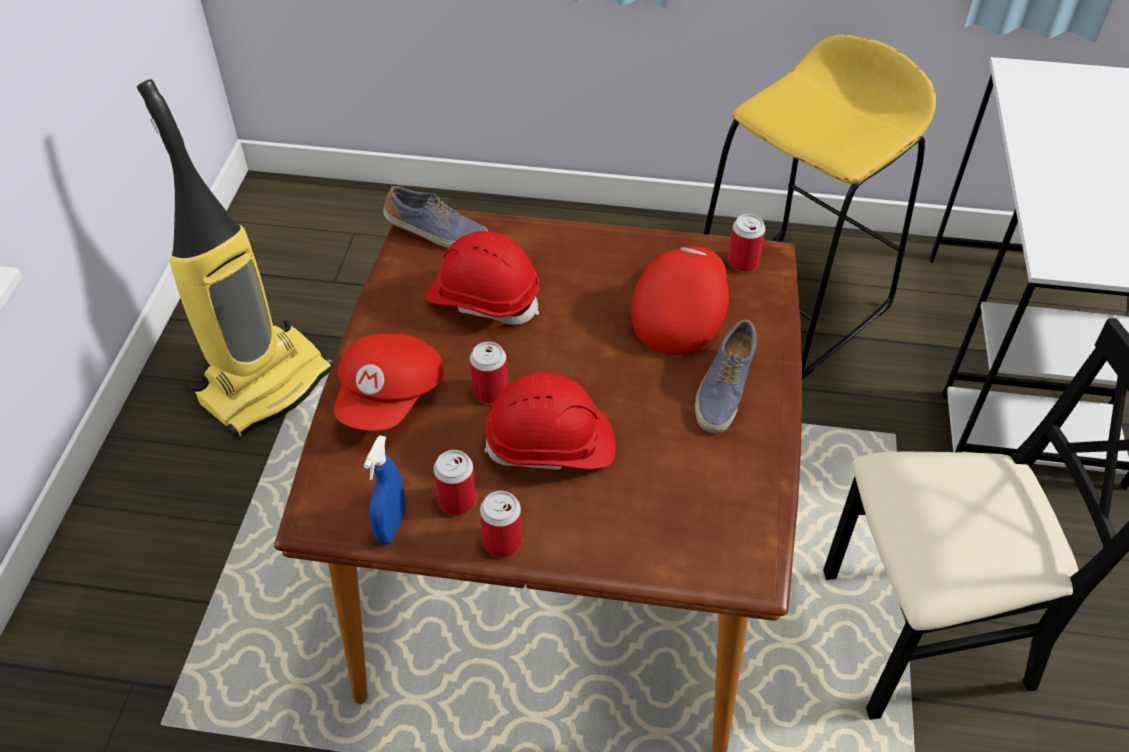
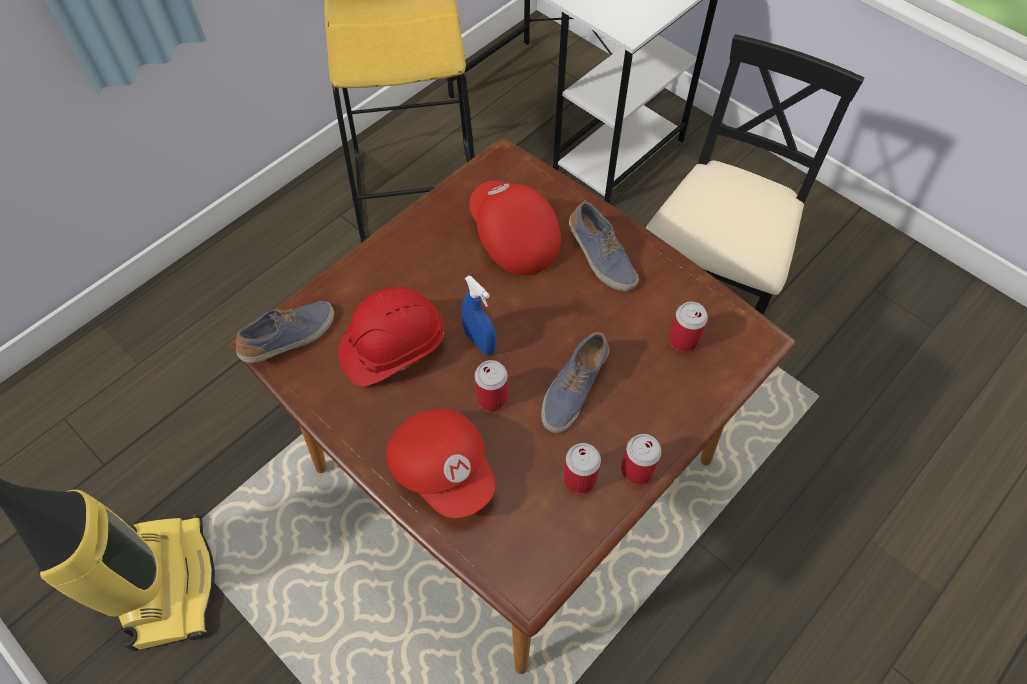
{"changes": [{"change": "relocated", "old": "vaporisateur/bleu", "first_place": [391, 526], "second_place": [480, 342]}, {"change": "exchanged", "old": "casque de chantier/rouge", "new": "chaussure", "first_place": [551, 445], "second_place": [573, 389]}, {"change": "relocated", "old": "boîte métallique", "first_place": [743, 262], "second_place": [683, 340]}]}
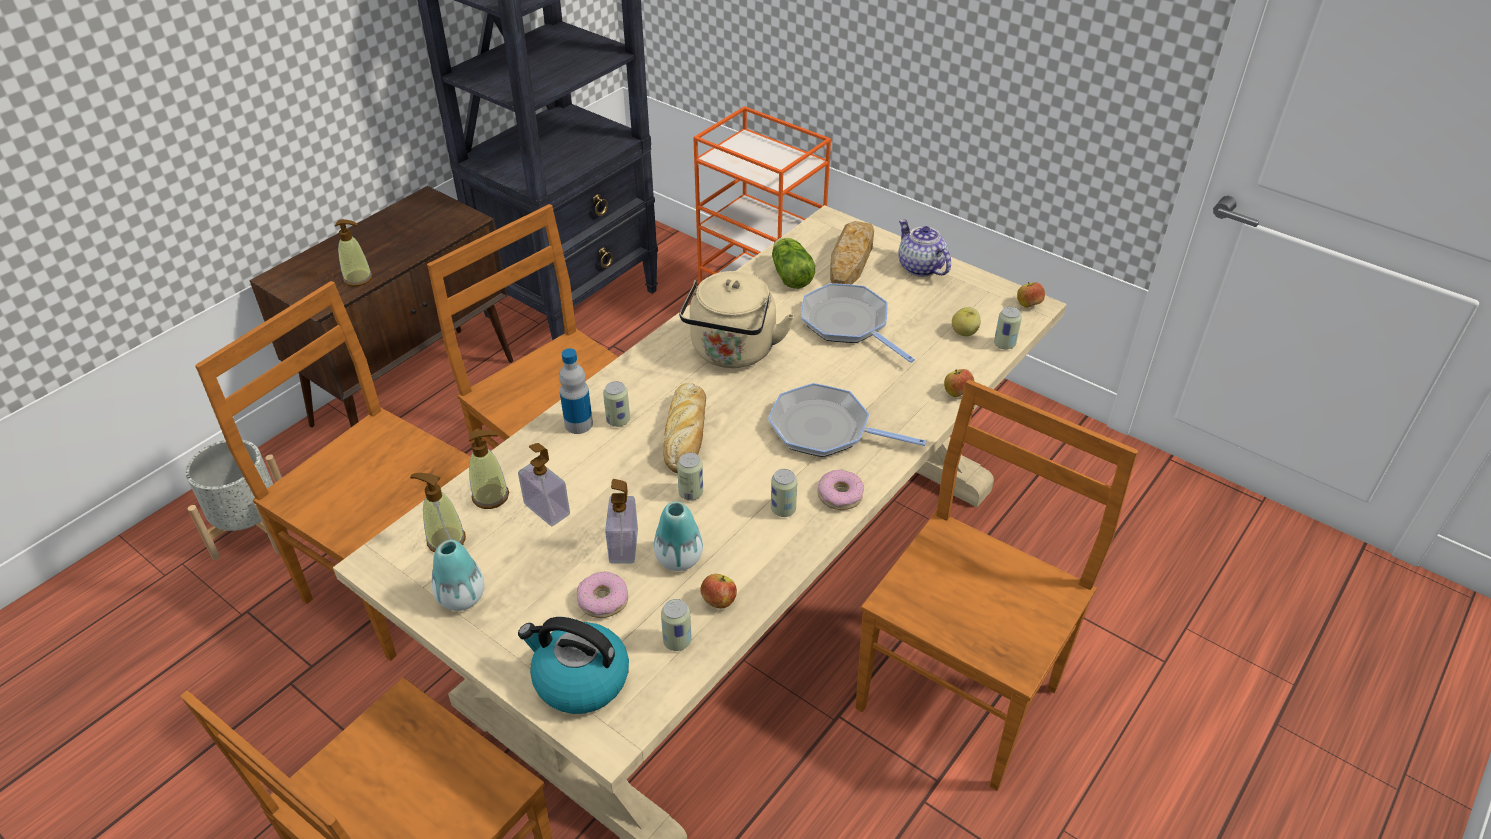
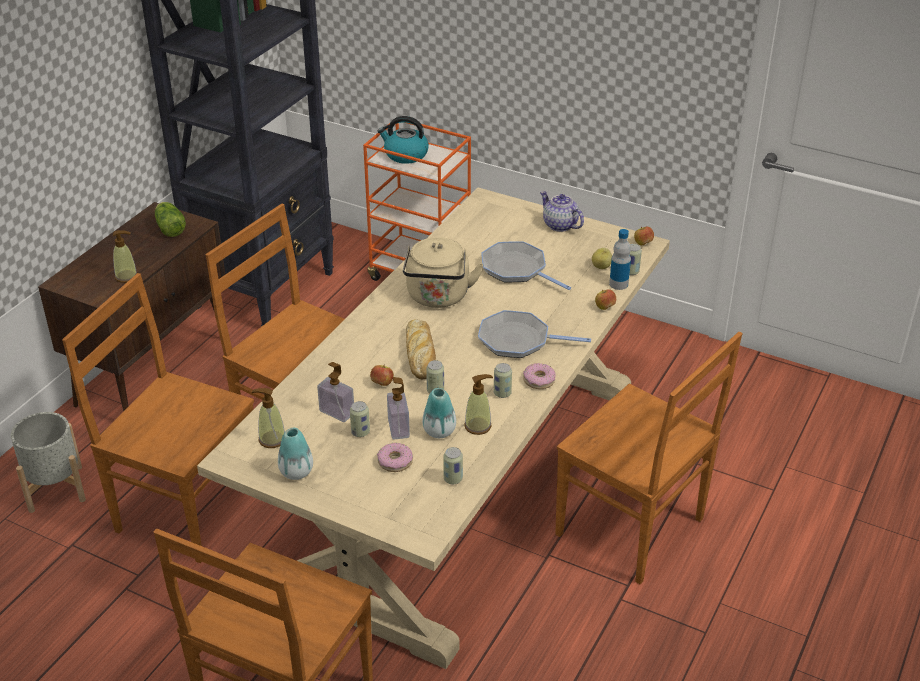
{"changes": [{"change": "relocated", "old": "laitue", "first_place": [790, 274], "second_place": [170, 227]}, {"change": "relocated", "old": "boîte métallique", "first_place": [618, 420], "second_place": [360, 432]}, {"change": "relocated", "old": "pomme", "first_place": [718, 601], "second_place": [382, 383]}, {"change": "relocated", "old": "bouilloire", "first_place": [579, 679], "second_place": [405, 155]}, {"change": "relocated", "old": "distributeur de savon", "first_place": [491, 496], "second_place": [478, 426]}, {"change": "spun", "old": "chaise/marron", "first_place": [960, 694], "second_place": [633, 529], "degrees": 105}, {"change": "relocated", "old": "bouteille", "first_place": [578, 424], "second_place": [618, 284]}, {"change": "missing", "old": "pain", "first_place": [851, 260]}]}
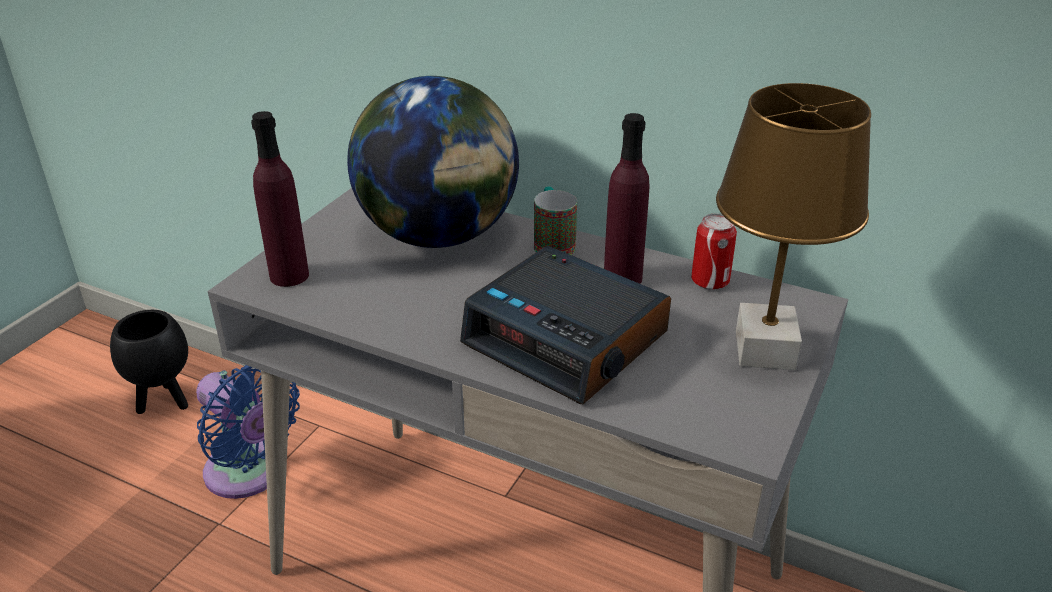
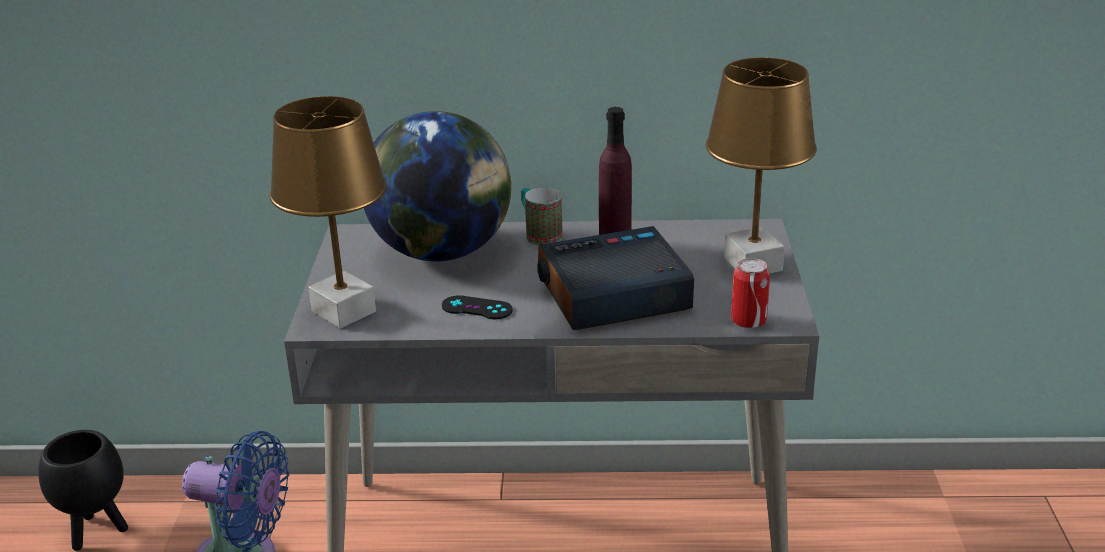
{"changes": [{"change": "exchanged", "old": "bouteille/violet", "new": "lampe de table/marron", "first_place": [289, 275], "second_place": [345, 311]}, {"change": "appeared", "new": "manette/noir", "second_place": [477, 308]}, {"change": "spun", "old": "réveil", "first_place": [568, 339], "second_place": [612, 294], "degrees": 150}, {"change": "relocated", "old": "boîte métallique", "first_place": [710, 281], "second_place": [748, 321]}]}
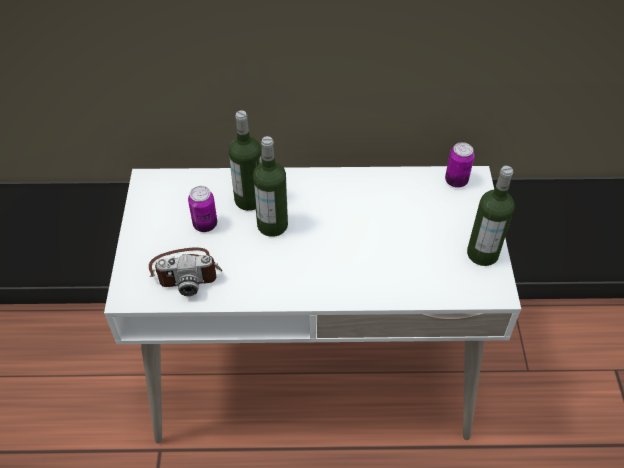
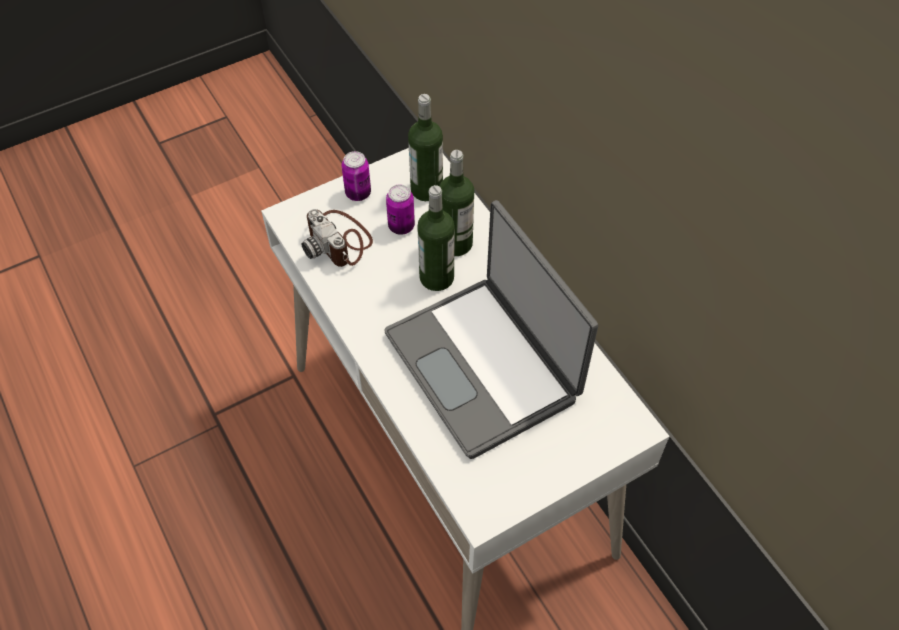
{"changes": [{"change": "relocated", "old": "boîte métallique", "first_place": [456, 181], "second_place": [358, 193]}, {"change": "appeared", "new": "ordinateur portable", "second_place": [484, 365]}, {"change": "relocated", "old": "bouteille", "first_place": [482, 254], "second_place": [426, 189]}]}
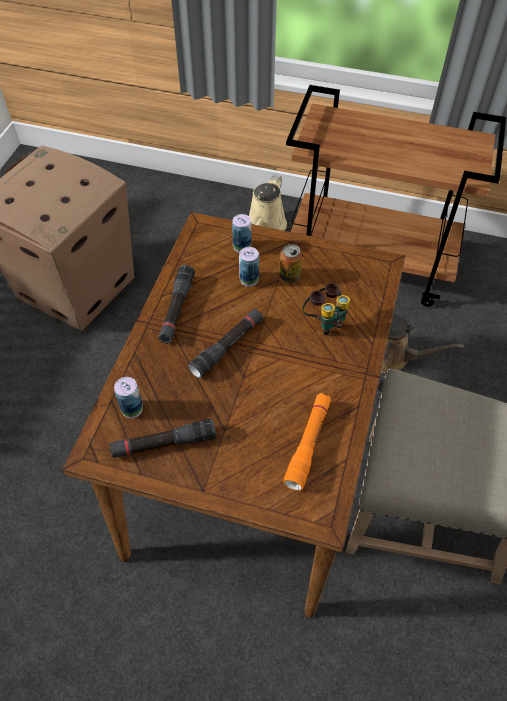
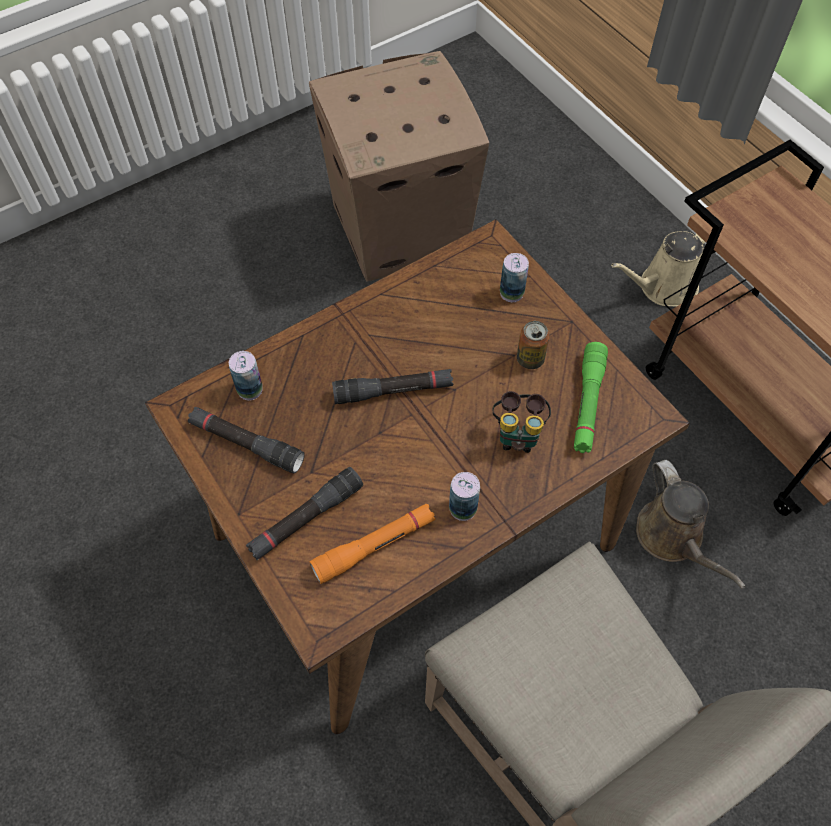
{"changes": [{"change": "relocated", "old": "lampe de poche/noir", "first_place": [177, 309], "second_place": [306, 519]}, {"change": "relocated", "old": "boîte métallique", "first_place": [249, 279], "second_place": [463, 508]}, {"change": "appeared", "new": "lampe de poche/vert", "second_place": [587, 403]}]}
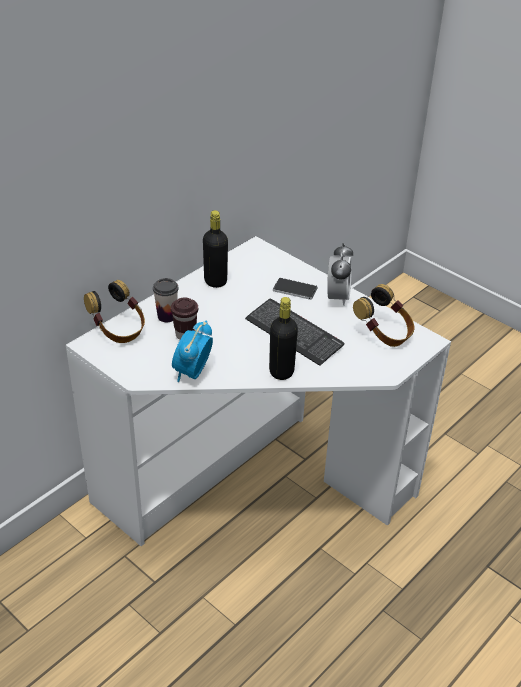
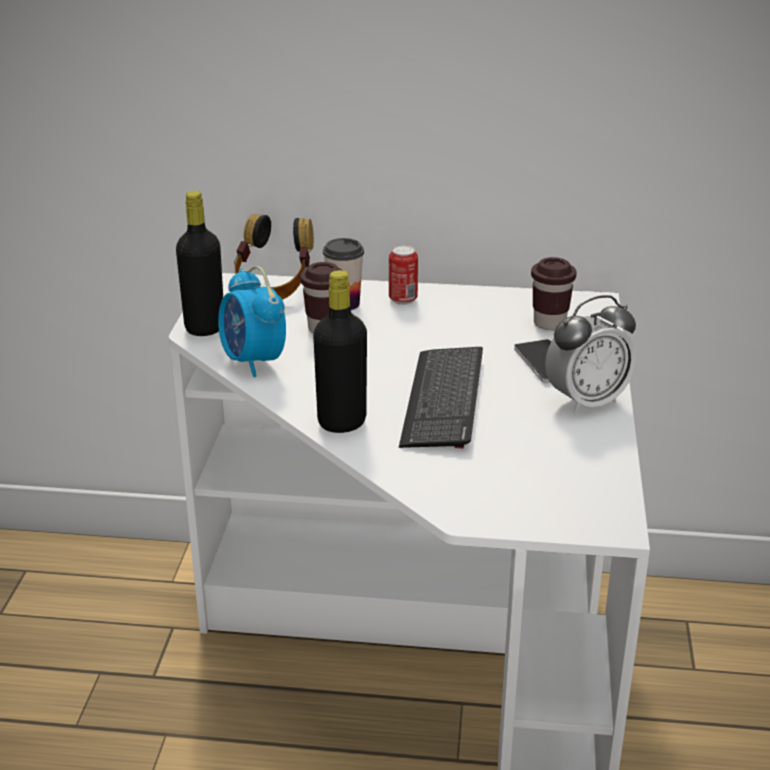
{"changes": [{"change": "relocated", "old": "bouteille/noir", "first_place": [215, 281], "second_place": [205, 328]}, {"change": "spun", "old": "réveil", "first_place": [192, 373], "second_place": [253, 362], "degrees": -105}, {"change": "appeared", "new": "boîte métallique", "second_place": [403, 300]}, {"change": "appeared", "new": "tasse/marron", "second_place": [549, 323]}, {"change": "missing", "old": "casque audio", "first_place": [384, 334]}]}
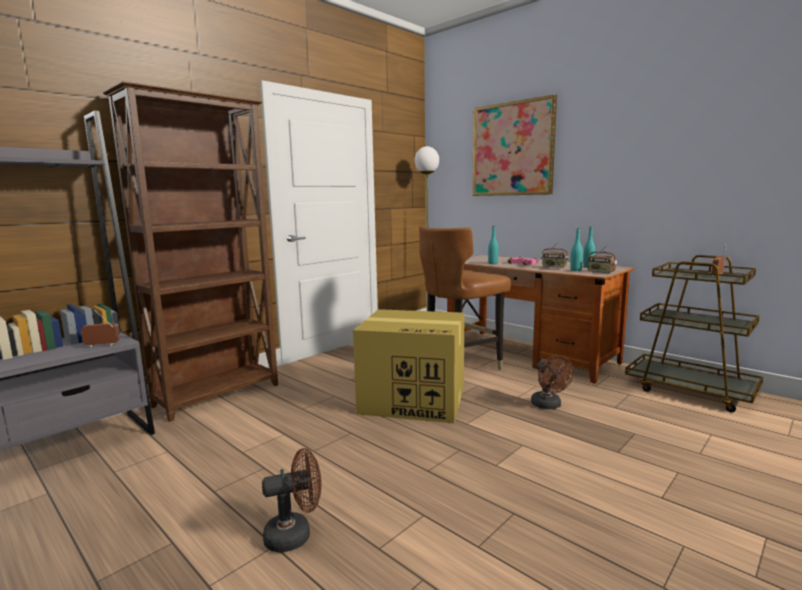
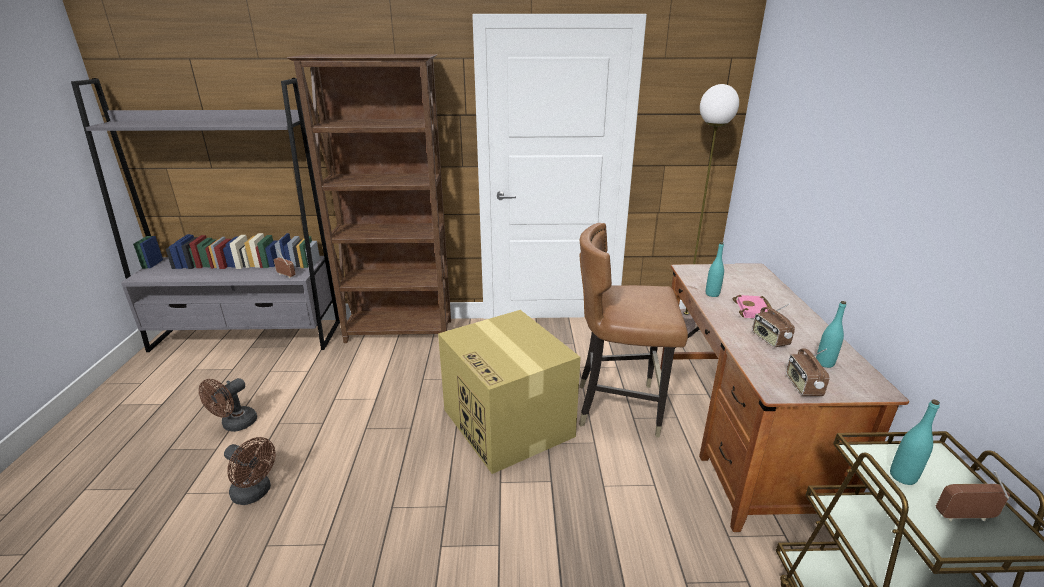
{"changes": [{"change": "relocated", "old": "ventilateur/marron", "first_place": [549, 406], "second_place": [235, 425]}, {"change": "relocated", "old": "bouteille/turquoise", "first_place": [575, 270], "second_place": [902, 477]}, {"change": "missing", "old": "tableau", "first_place": [512, 149]}]}
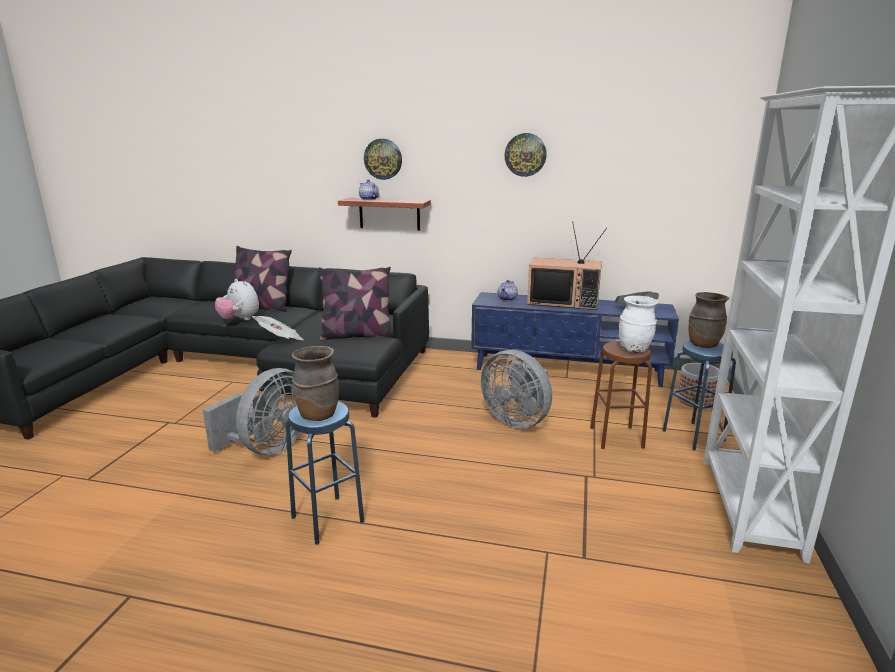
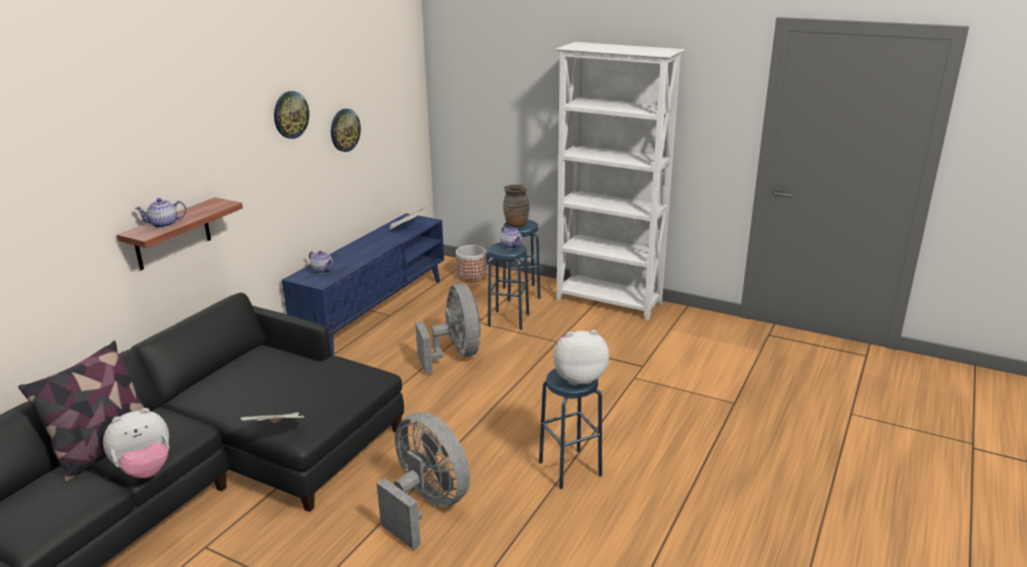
{"changes": [{"change": "relocated", "old": "horloge murale", "first_place": [383, 159], "second_place": [344, 130]}, {"change": "spun", "old": "ventilateur/gris", "first_place": [517, 420], "second_place": [456, 354], "degrees": -75}, {"change": "colour", "old": "tabouret/marron", "new": "tabouret/bleu", "first_place": [616, 437], "second_place": [508, 320]}, {"change": "exchanged", "old": "vase/blanc", "new": "théière", "first_place": [634, 349], "second_place": [511, 246]}, {"change": "exchanged", "old": "vase/marron", "new": "peluche", "first_place": [317, 415], "second_place": [578, 378]}, {"change": "missing", "old": "coussin", "first_place": [357, 335]}, {"change": "missing", "old": "téléviseur", "first_place": [564, 302]}]}
